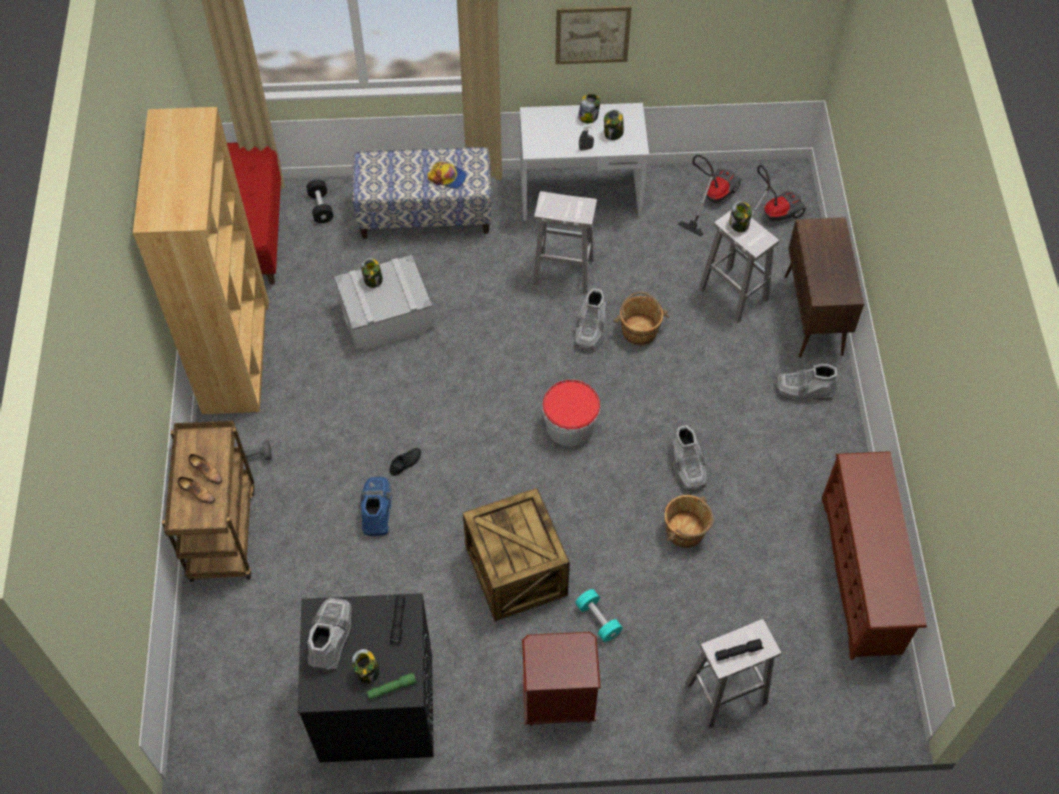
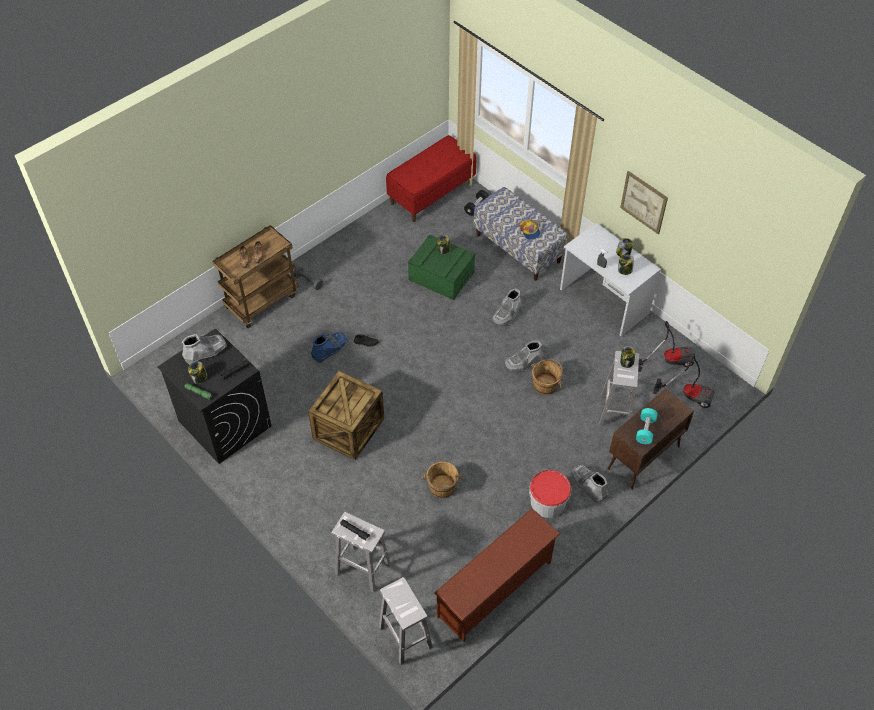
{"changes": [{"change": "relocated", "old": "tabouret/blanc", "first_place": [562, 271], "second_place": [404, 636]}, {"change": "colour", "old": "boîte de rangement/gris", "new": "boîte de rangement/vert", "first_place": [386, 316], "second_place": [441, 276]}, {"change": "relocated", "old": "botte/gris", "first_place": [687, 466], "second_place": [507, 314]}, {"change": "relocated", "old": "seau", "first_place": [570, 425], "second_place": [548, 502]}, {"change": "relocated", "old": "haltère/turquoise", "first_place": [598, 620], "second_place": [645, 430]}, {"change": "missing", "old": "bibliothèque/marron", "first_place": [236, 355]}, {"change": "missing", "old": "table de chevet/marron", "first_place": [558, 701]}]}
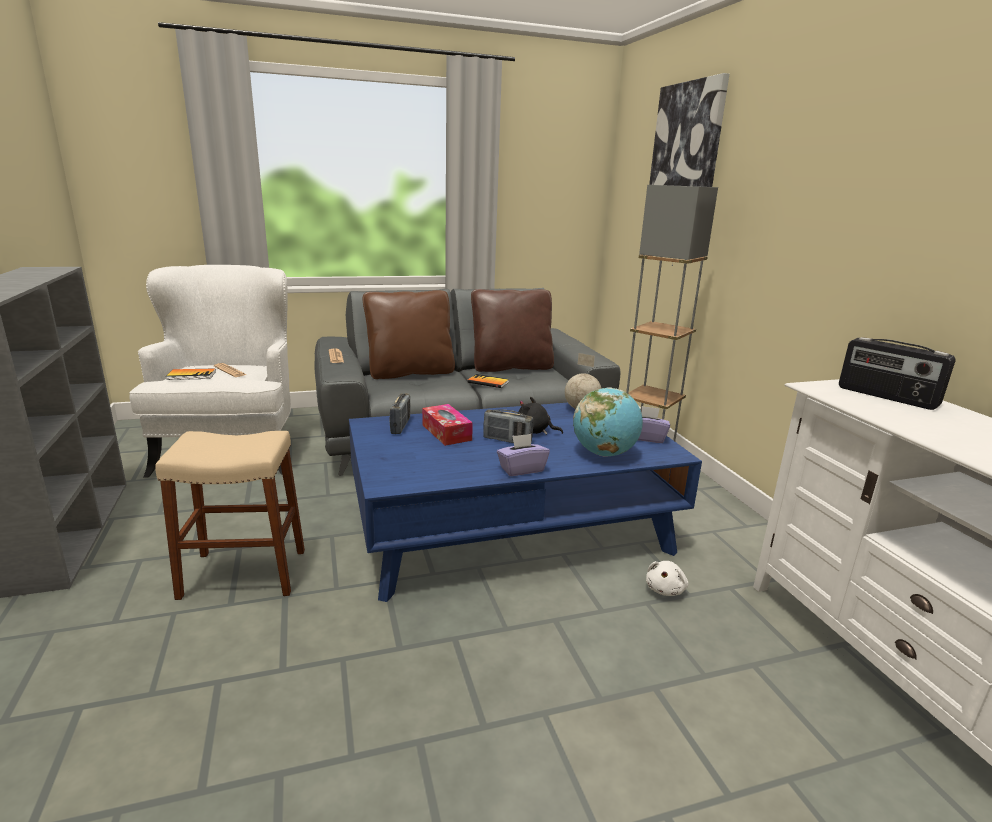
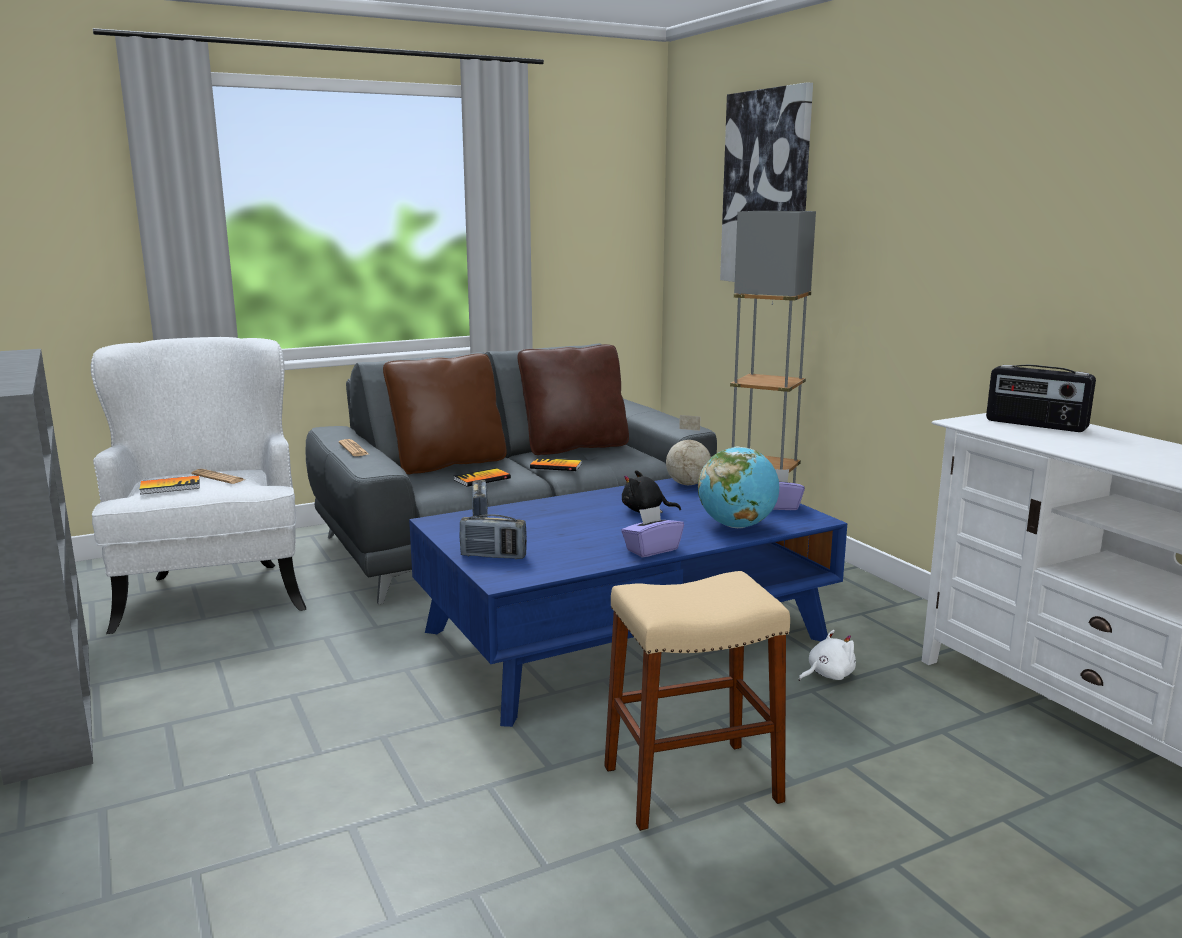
{"changes": [{"change": "appeared", "new": "livre", "second_place": [482, 479]}, {"change": "relocated", "old": "radio", "first_place": [507, 440], "second_place": [493, 556]}, {"change": "relocated", "old": "tabouret/beige", "first_place": [244, 573], "second_place": [692, 784]}, {"change": "spun", "old": "peluche/blanc", "first_place": [665, 589], "second_place": [827, 675], "degrees": -135}, {"change": "missing", "old": "boîte à mouchoirs", "first_place": [446, 432]}]}
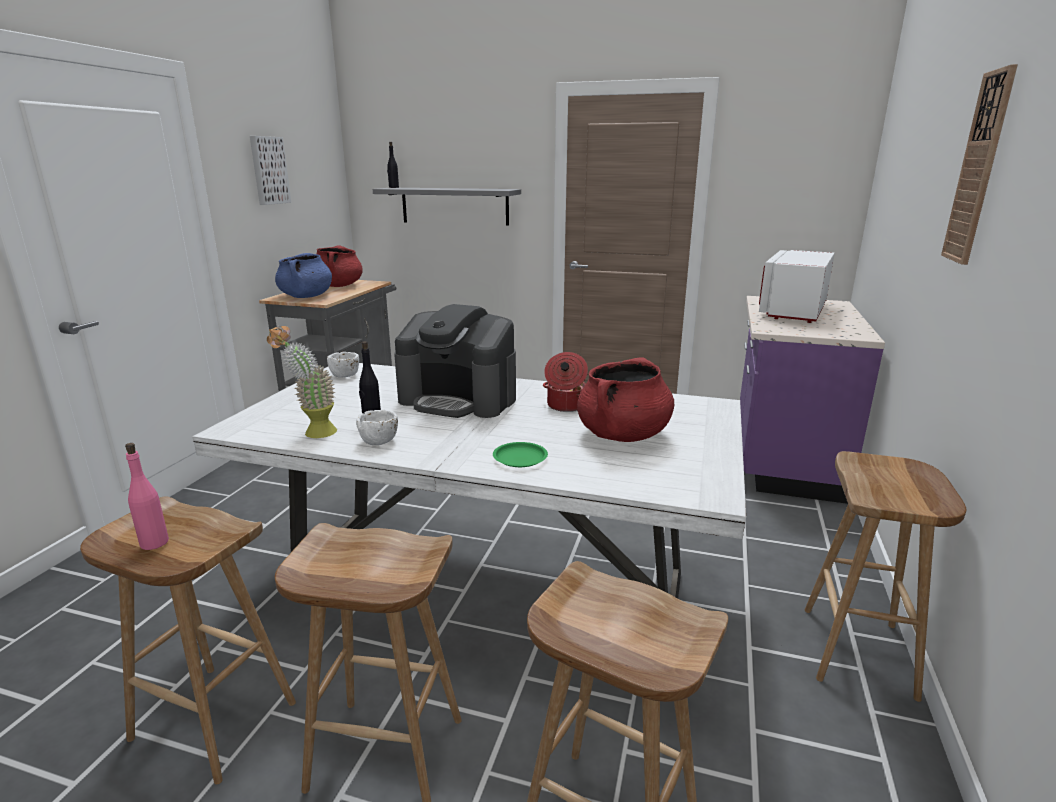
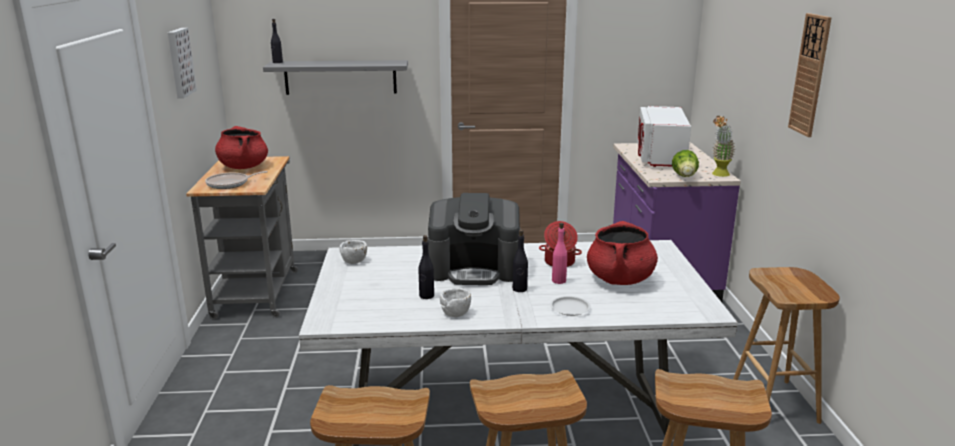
{"changes": [{"change": "exchanged", "old": "marmite/bleu", "new": "poêle", "first_place": [306, 296], "second_place": [230, 184]}, {"change": "appeared", "new": "bouteille/noir", "second_place": [519, 289]}, {"change": "colour", "old": "assiette/vert", "new": "assiette/blanc", "first_place": [519, 458], "second_place": [569, 308]}, {"change": "relocated", "old": "bouteille/rose", "first_place": [154, 542], "second_place": [558, 280]}, {"change": "appeared", "new": "laitue", "second_place": [684, 177]}, {"change": "relocated", "old": "plante en pot", "first_place": [312, 433], "second_place": [718, 175]}]}
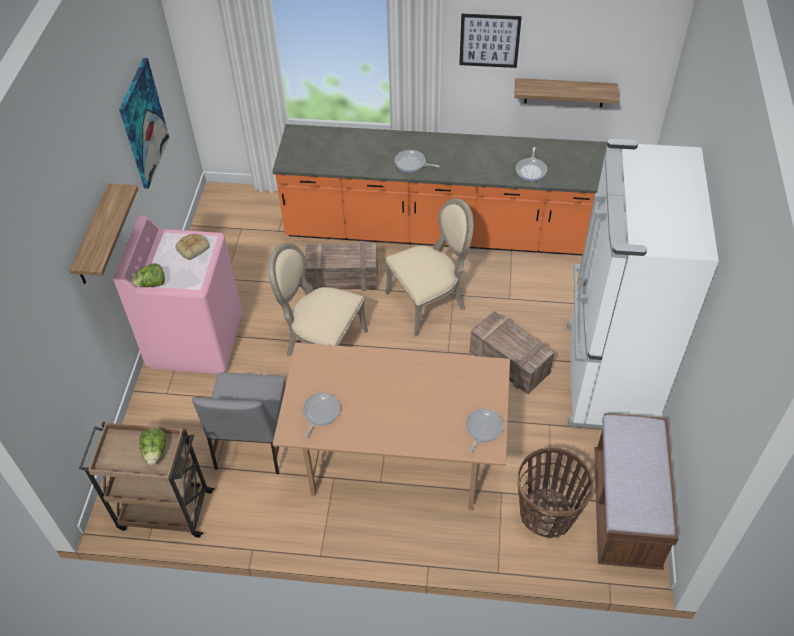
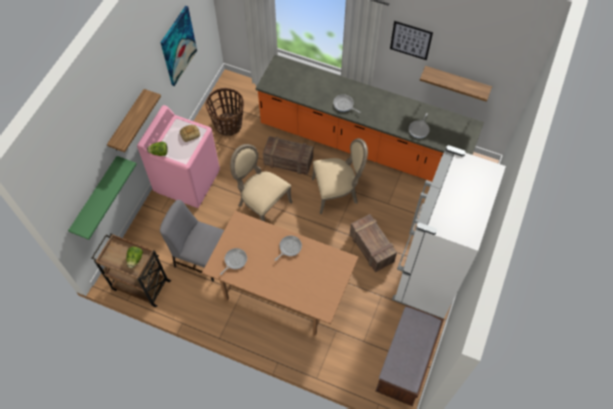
{"changes": [{"change": "appeared", "new": "étagère/vert", "second_place": [96, 197]}, {"change": "spun", "old": "chaise/gris", "first_place": [252, 442], "second_place": [201, 257], "degrees": 90}, {"change": "relocated", "old": "panier", "first_place": [547, 514], "second_place": [228, 125]}, {"change": "relocated", "old": "poêle", "first_place": [482, 429], "second_place": [289, 247]}]}
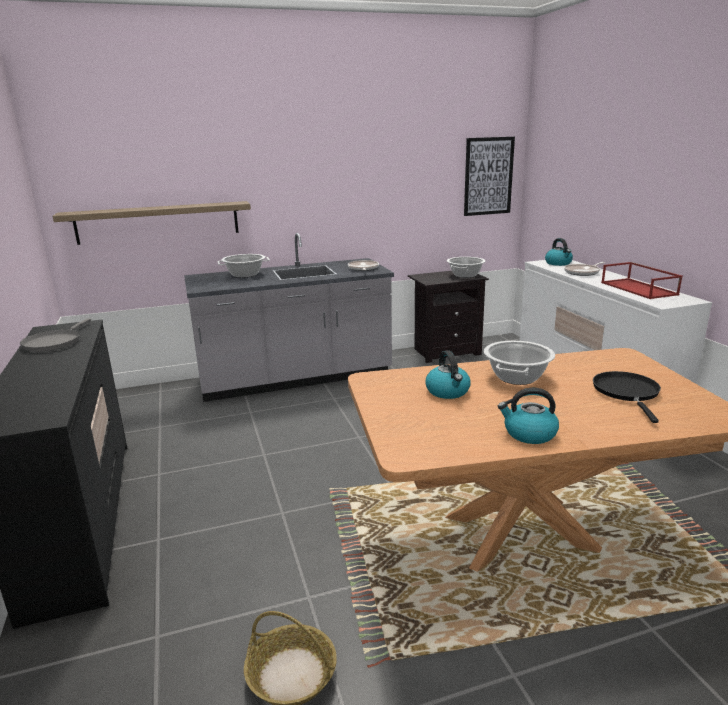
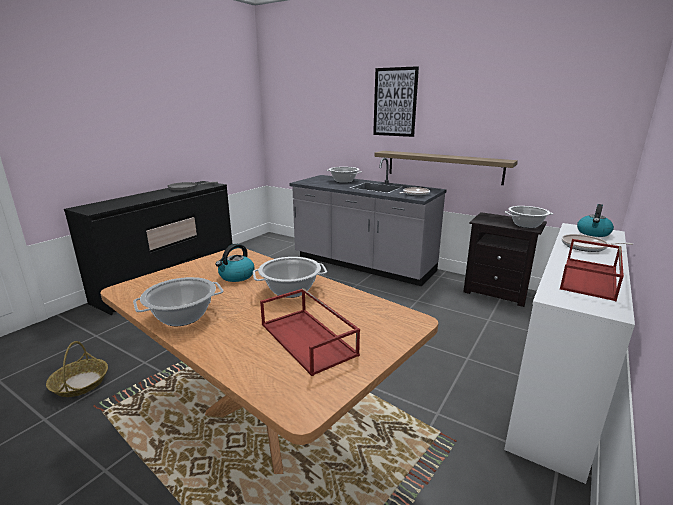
{"changes": [{"change": "exchanged", "old": "bouilloire", "new": "marmite", "first_place": [529, 434], "second_place": [182, 317]}, {"change": "exchanged", "old": "poêle/noir", "new": "plateau/rouge", "first_place": [627, 392], "second_place": [309, 339]}, {"change": "relocated", "old": "tableau", "first_place": [488, 176], "second_place": [395, 102]}, {"change": "relocated", "old": "étagère", "first_place": [158, 222], "second_place": [443, 167]}]}
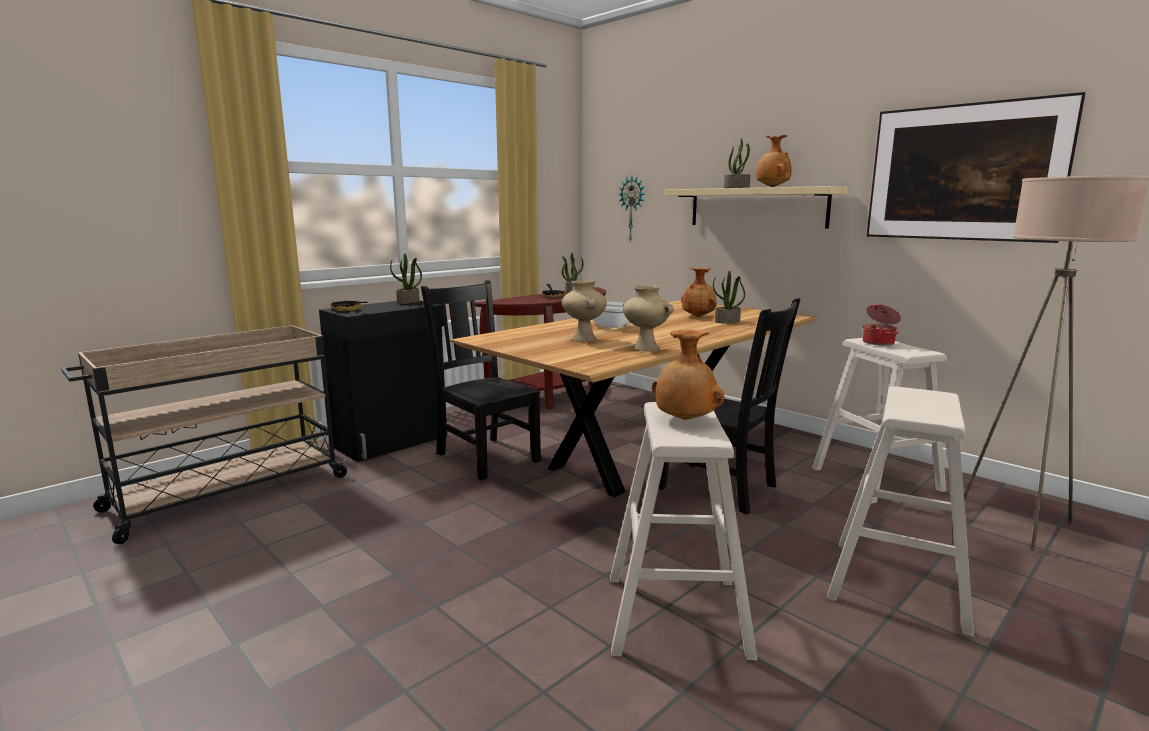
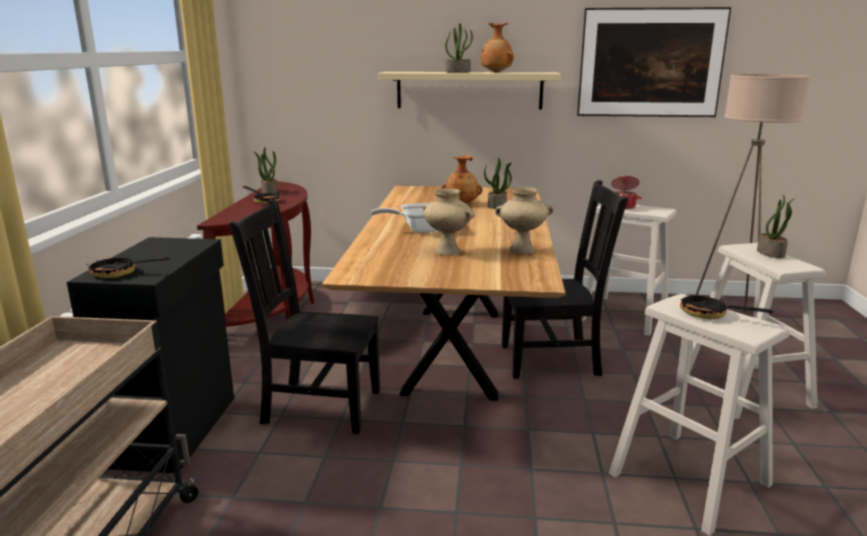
{"changes": [{"change": "exchanged", "old": "vase/marron", "new": "poêle", "first_place": [684, 420], "second_place": [710, 314]}, {"change": "relocated", "old": "plante en pot", "first_place": [408, 302], "second_place": [771, 253]}, {"change": "missing", "old": "horloge murale", "first_place": [632, 209]}]}
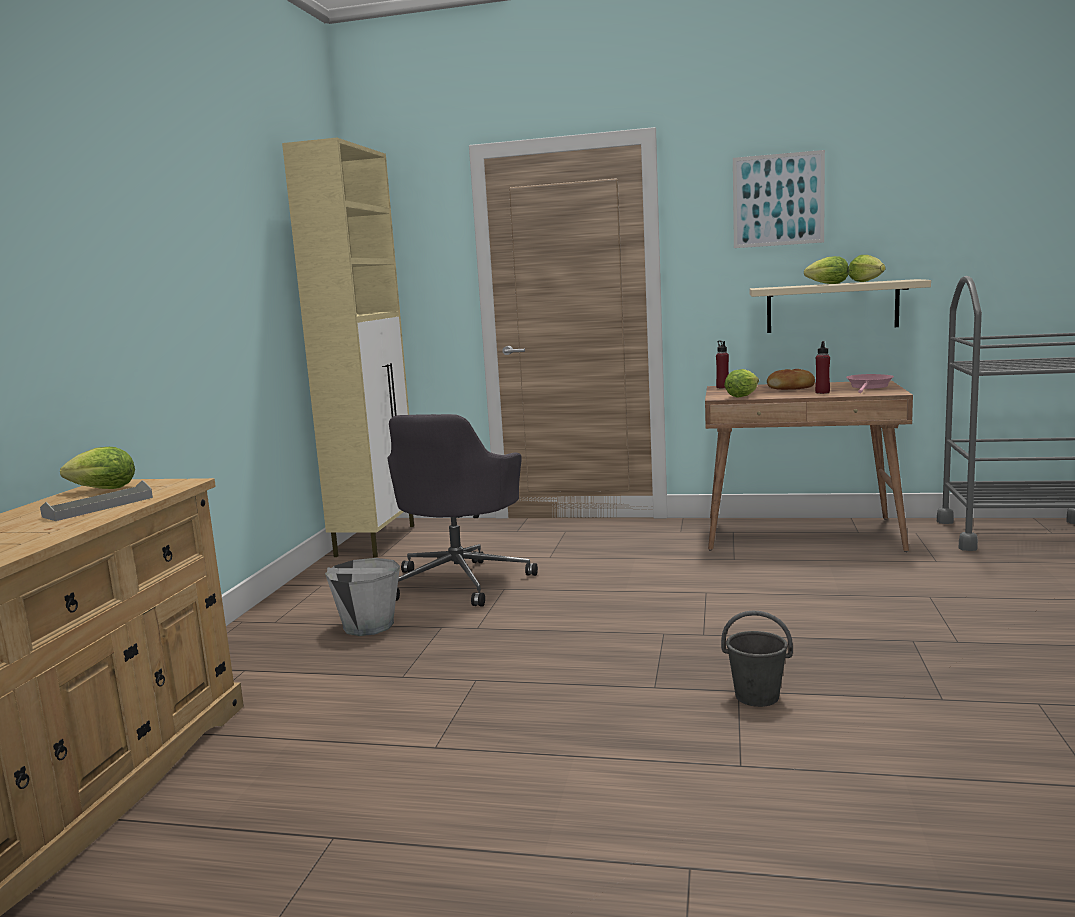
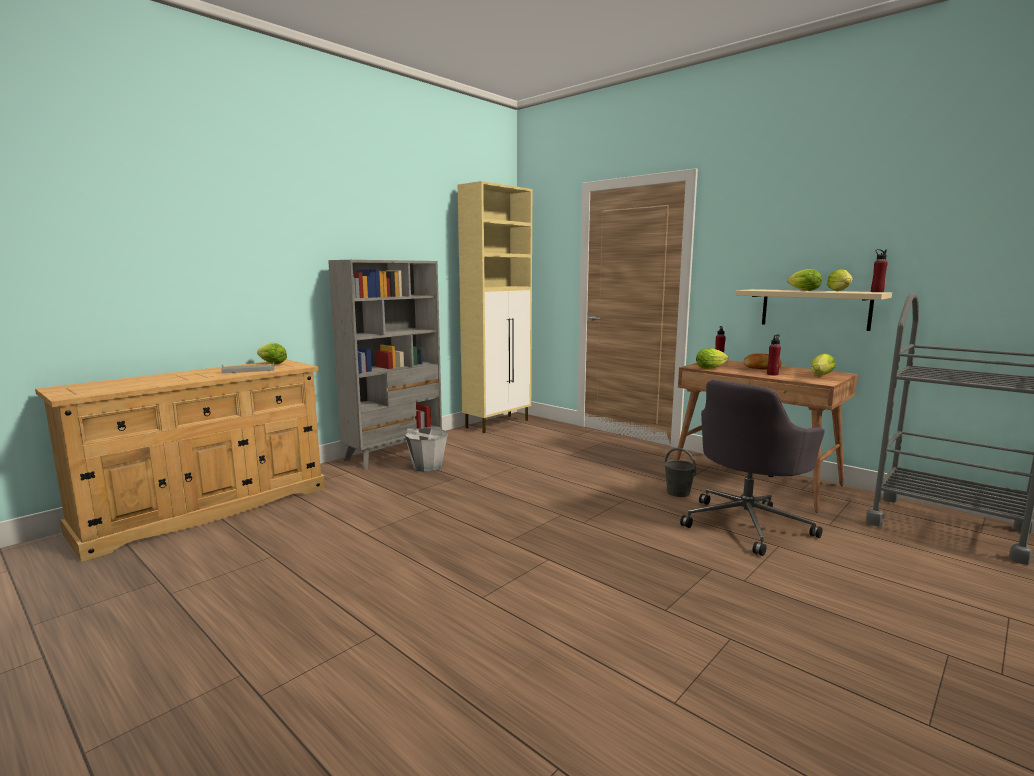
{"changes": [{"change": "appeared", "new": "bibliothèque/gris", "second_place": [395, 453]}, {"change": "relocated", "old": "seau/gris", "first_place": [757, 696], "second_place": [678, 493]}, {"change": "relocated", "old": "chaise de bureau/gris", "first_place": [460, 581], "second_place": [747, 524]}, {"change": "exchanged", "old": "poêle/rose", "new": "laitue", "first_place": [869, 387], "second_place": [820, 376]}, {"change": "appeared", "new": "bouteille/rouge", "second_place": [877, 292]}, {"change": "missing", "old": "tableau", "first_place": [778, 200]}]}
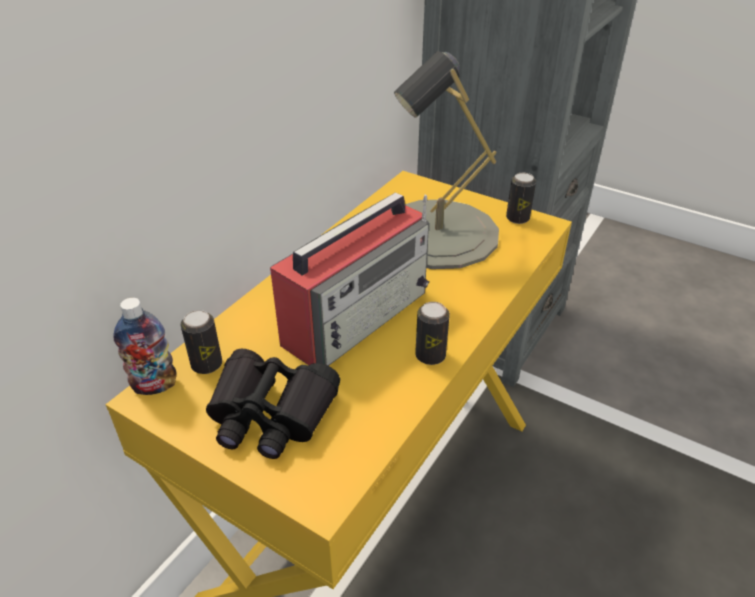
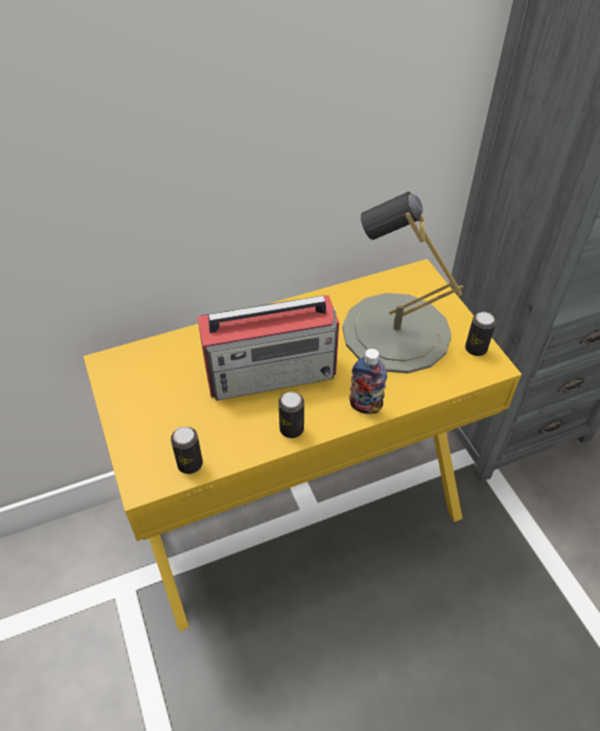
{"changes": [{"change": "relocated", "old": "boîte métallique", "first_place": [207, 364], "second_place": [190, 464]}, {"change": "relocated", "old": "bouteille", "first_place": [155, 385], "second_place": [365, 406]}, {"change": "missing", "old": "jumelles/noir", "first_place": [270, 414]}]}
